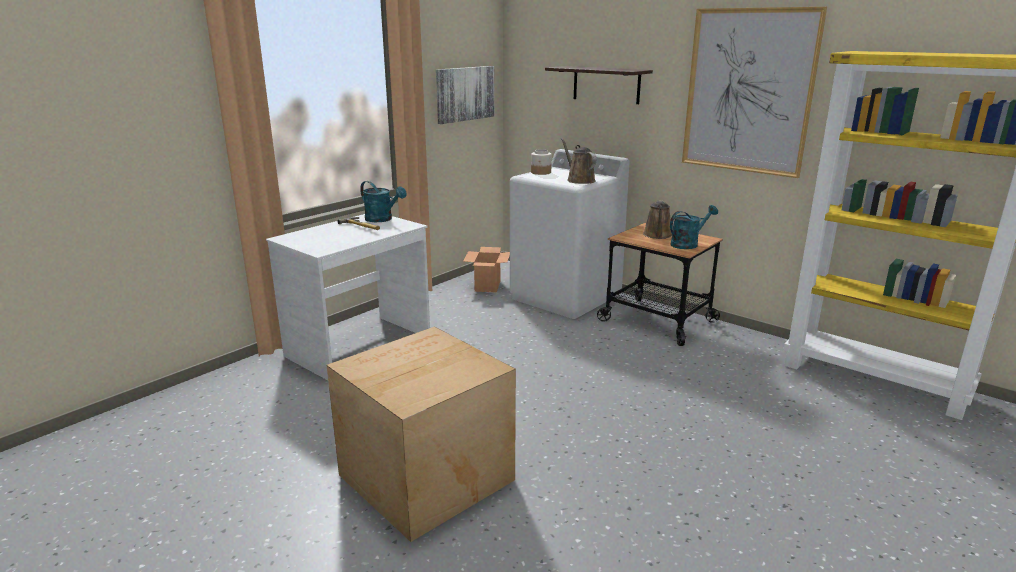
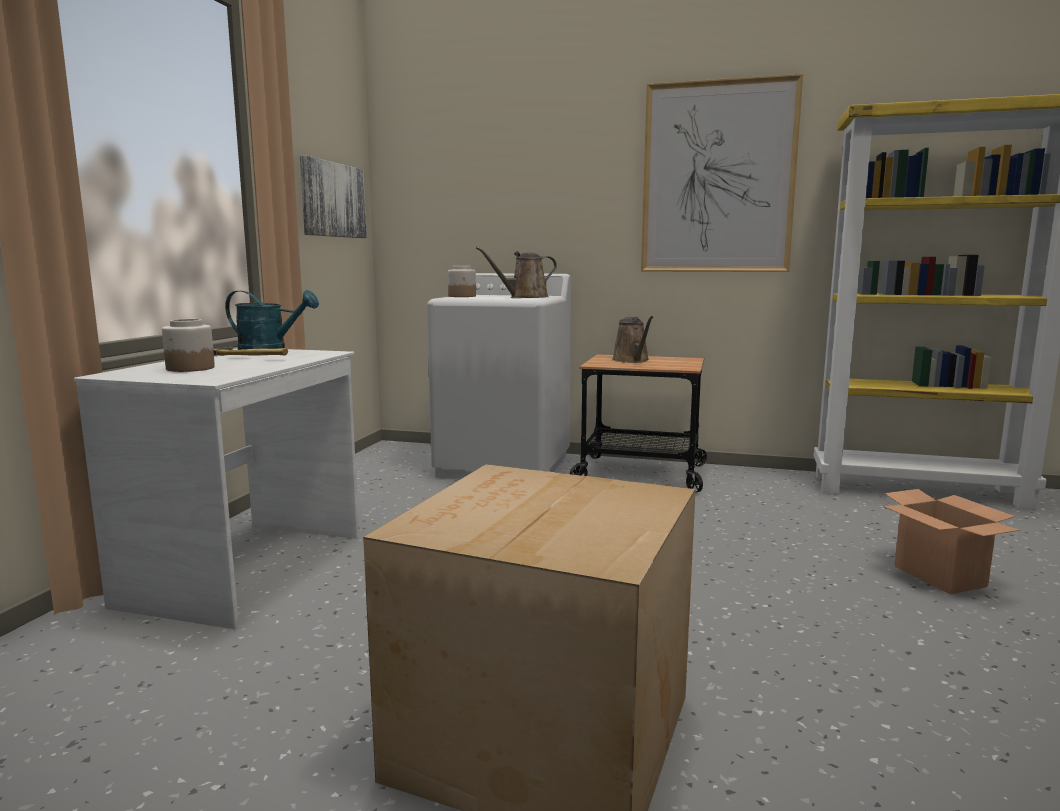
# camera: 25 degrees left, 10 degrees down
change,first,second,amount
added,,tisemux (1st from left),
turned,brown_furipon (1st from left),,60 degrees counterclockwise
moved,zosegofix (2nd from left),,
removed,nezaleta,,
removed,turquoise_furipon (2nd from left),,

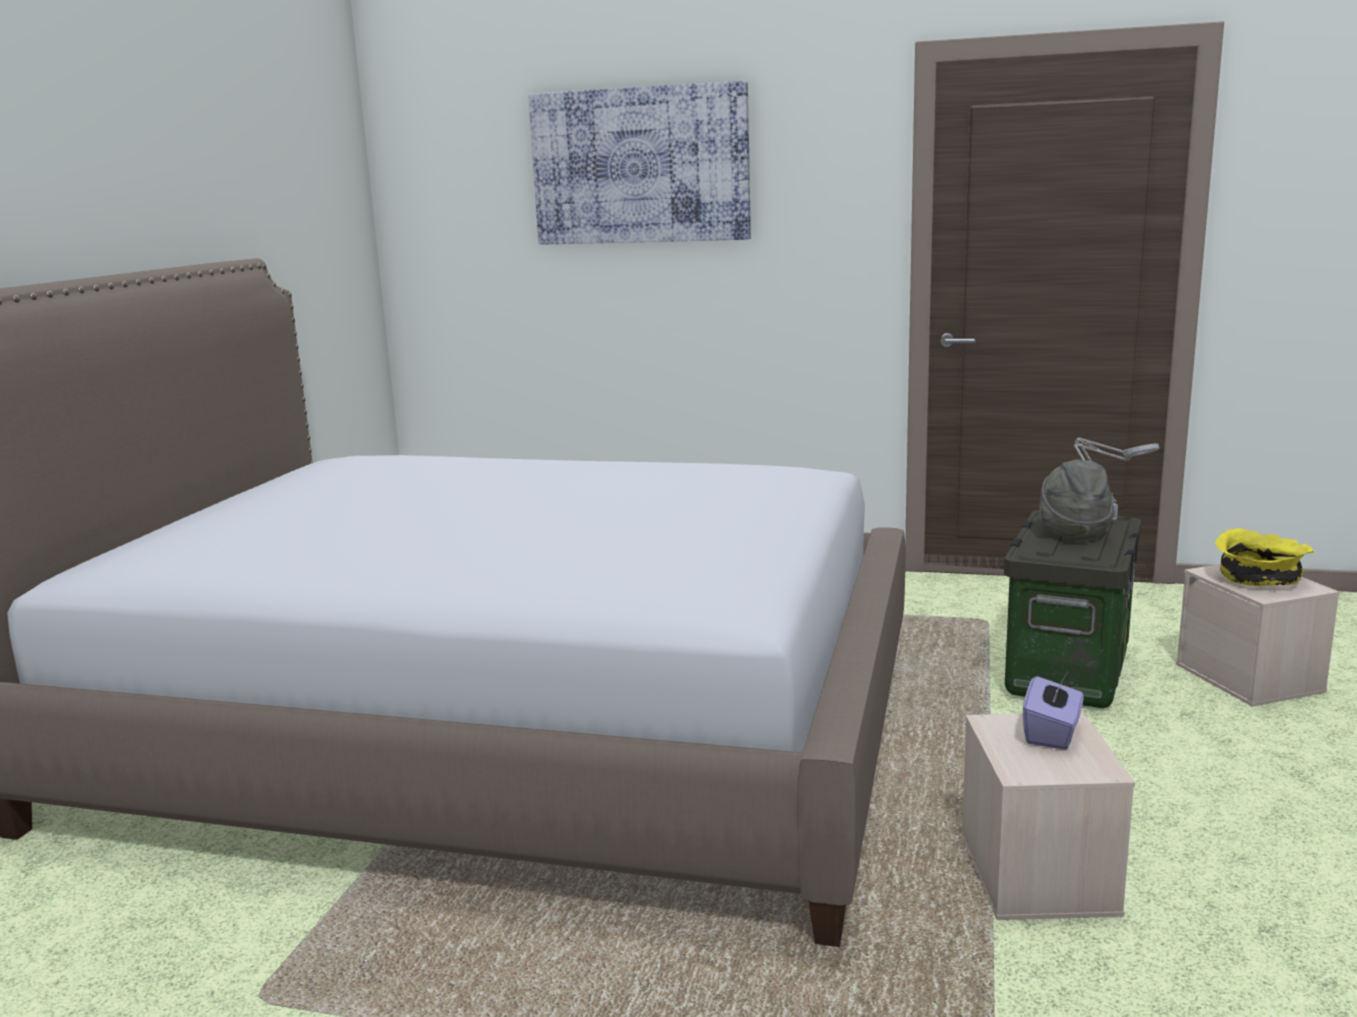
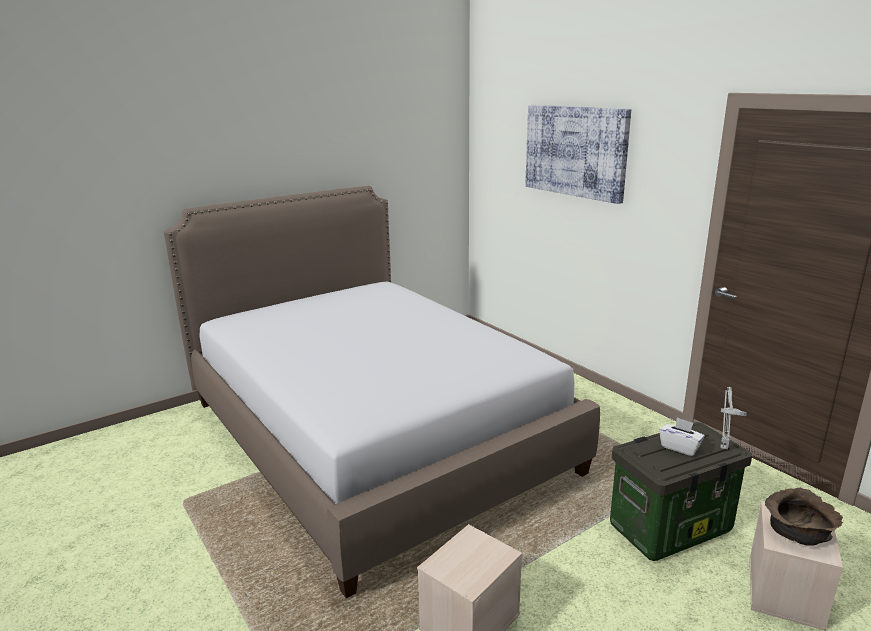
# camera: 40 degrees right, 5 degrees up
change,first,second,amount
replaced,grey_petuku,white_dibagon,
recoloured,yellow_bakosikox,brown_bakosikox,
removed,purple_dibagon,,

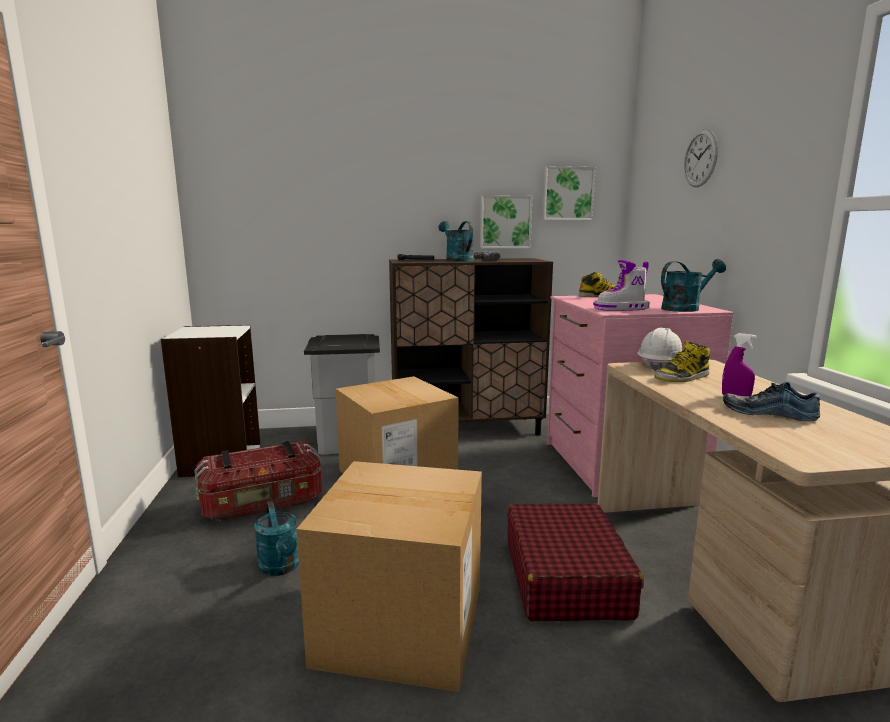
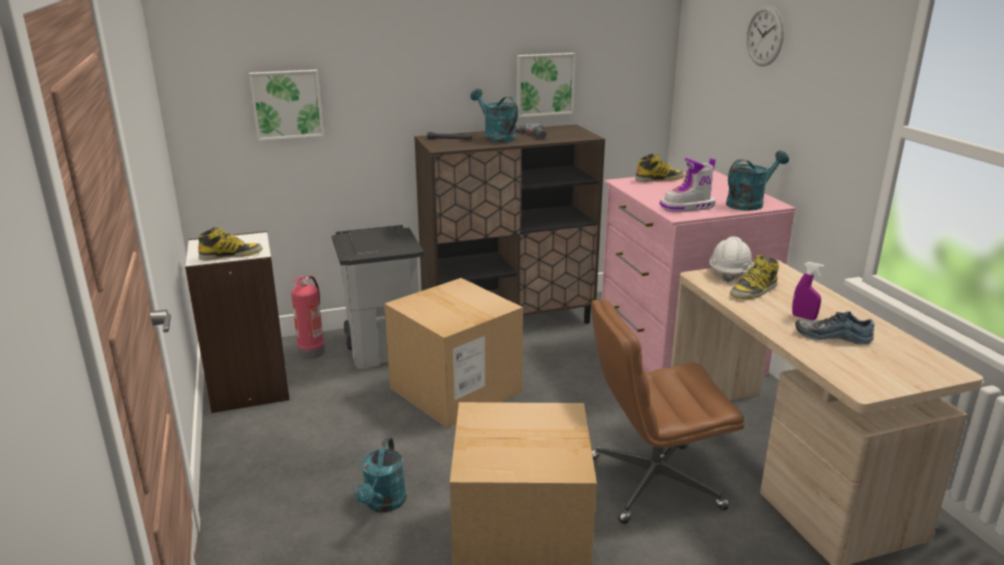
# camera: 10 degrees left, 10 degrees up
change,first,second,amount
added,,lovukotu (1st from left),
moved,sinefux (2nd from left in the first image),sinefux (1st from left),
added,,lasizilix,
turned,turquoise_furipon (1st from left),,45 degrees clockwise
replaced,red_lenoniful,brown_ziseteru,
removed,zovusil,,

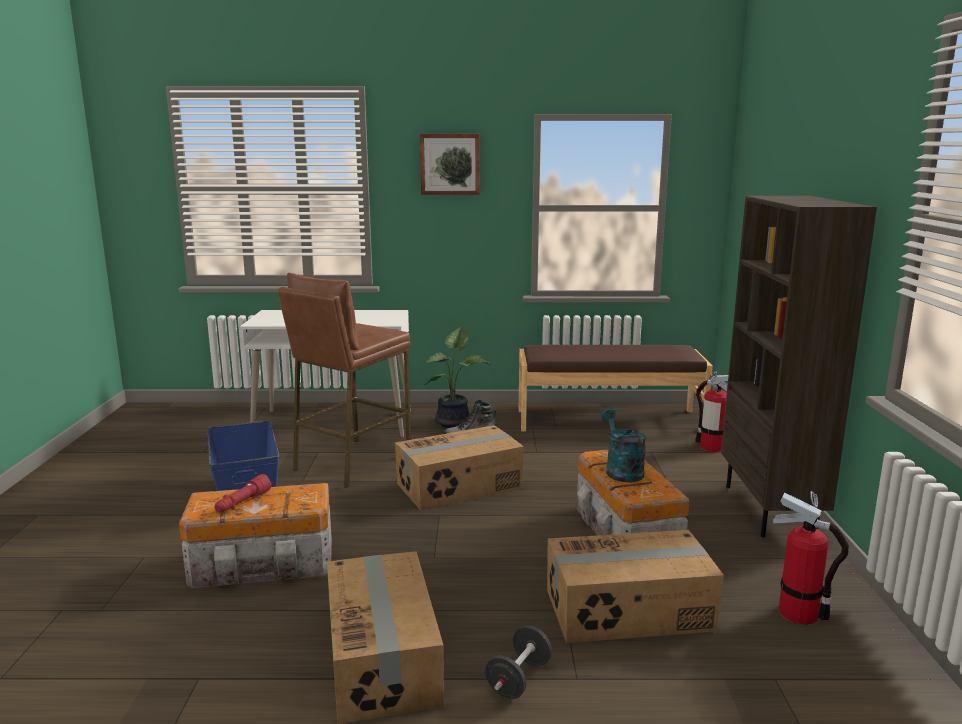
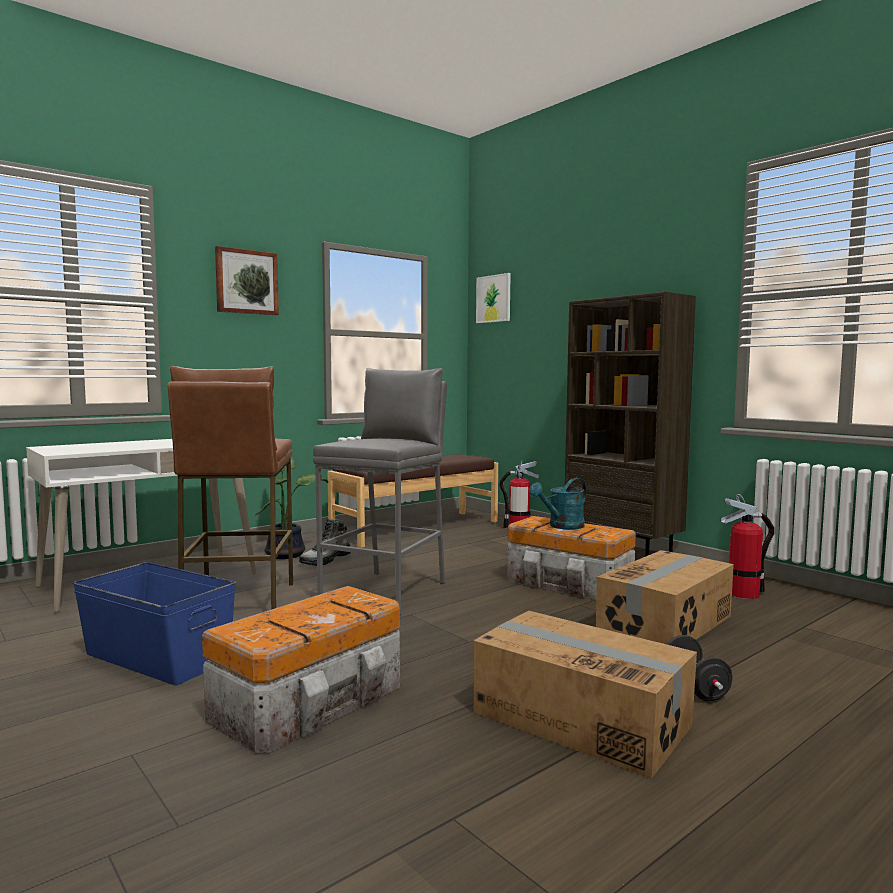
# camera: 40 degrees left, 10 degrees down
change,first,second,amount
replaced,zosegofix (2nd from left),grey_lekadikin,
added,,sinefux (2nd from left),
turned,turquoise_furipon,,75 degrees counterclockwise
removed,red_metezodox,,

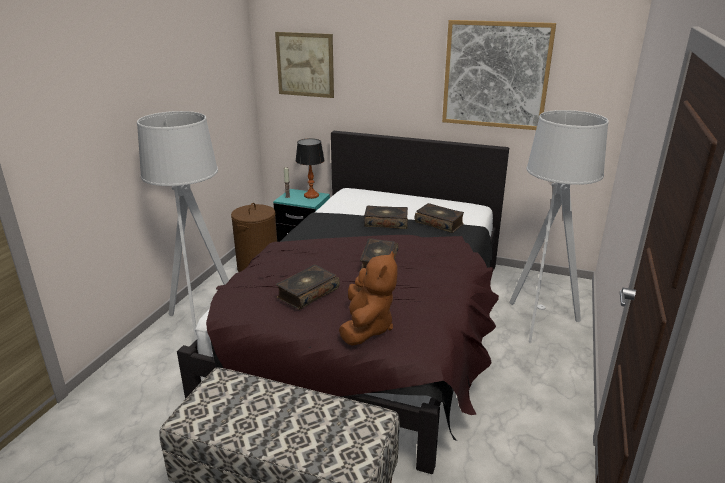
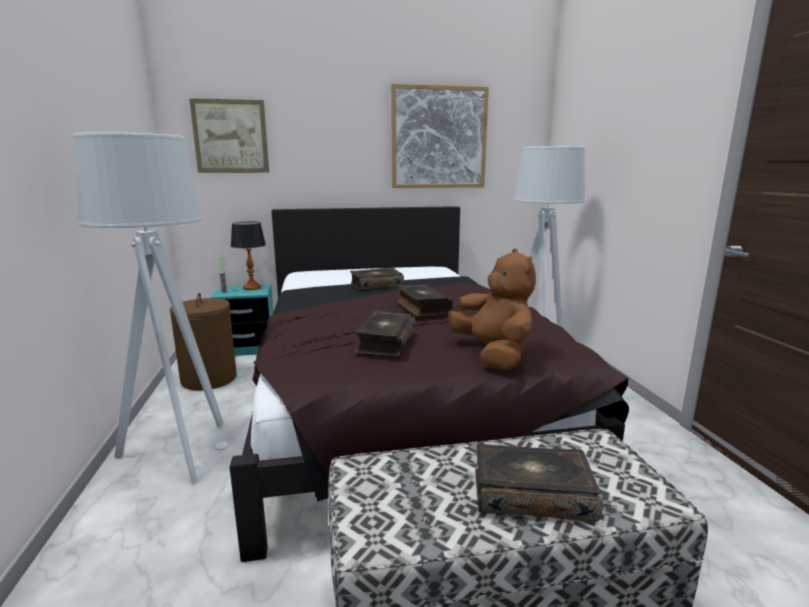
# camera: 30 degrees left, 10 degrees down
change,first,second,amount
moved,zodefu (4th from left),,

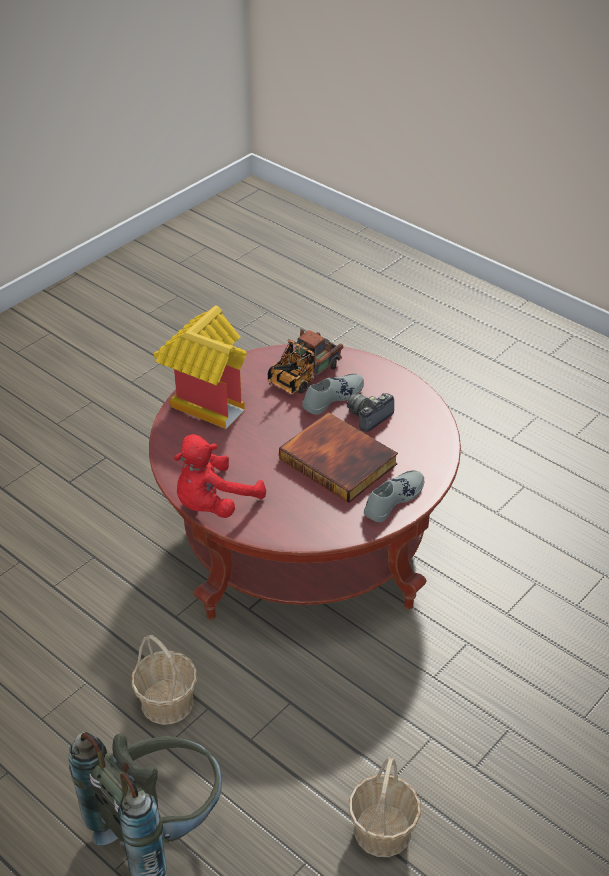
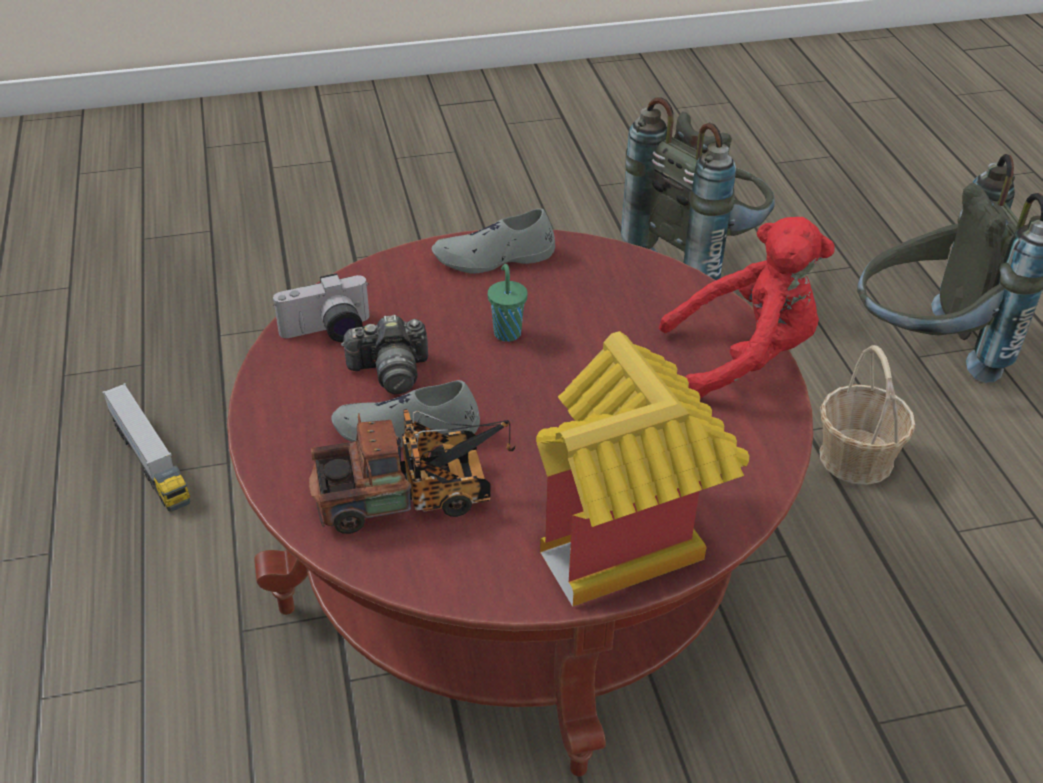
# camera: 145 degrees left, 0 degrees up
change,first,second,amount
added,,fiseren (1st from left),
added,,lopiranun (1st from left),
replaced,zodefu,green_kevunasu,
replaced,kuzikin (2nd from left),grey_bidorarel (1st from left),

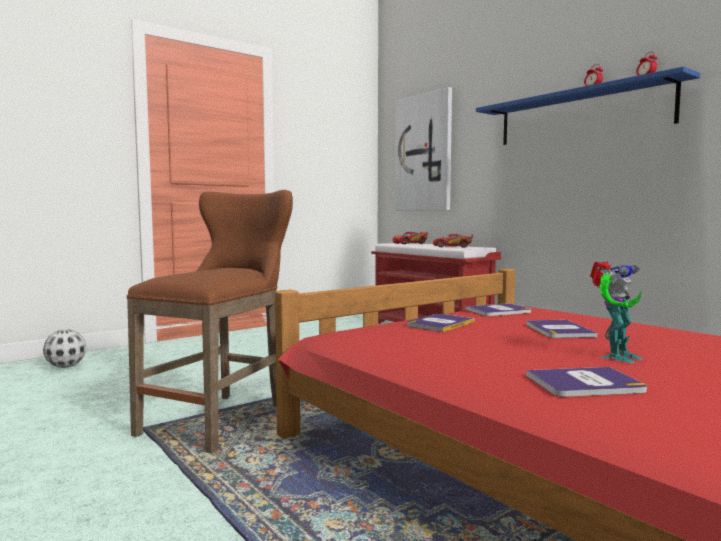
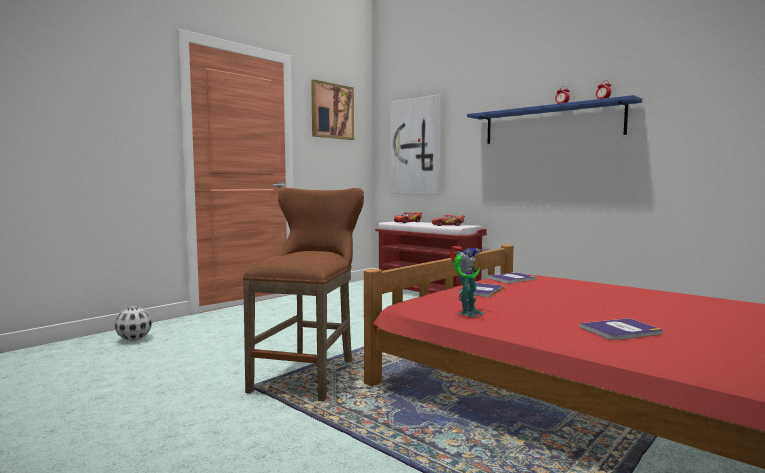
# camera: 10 degrees left, 0 degrees up
change,first,second,amount
added,,sinefux (1st from left),
moved,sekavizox,,
removed,zodefu (3rd from left),,

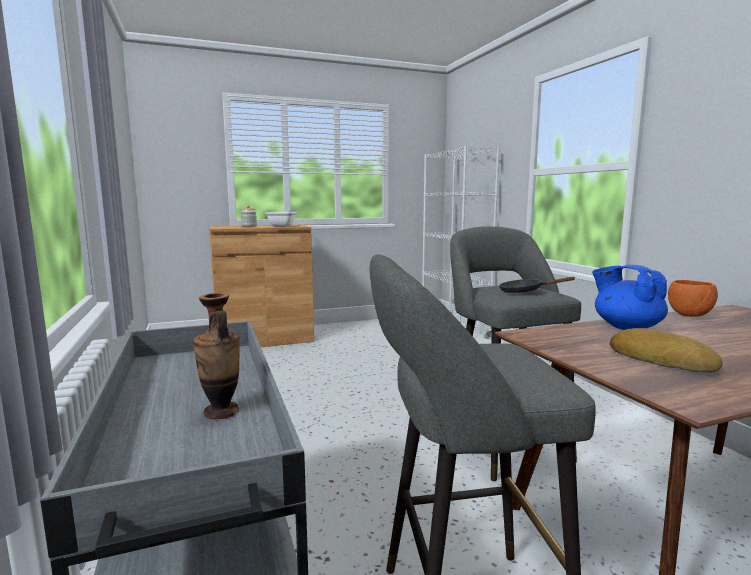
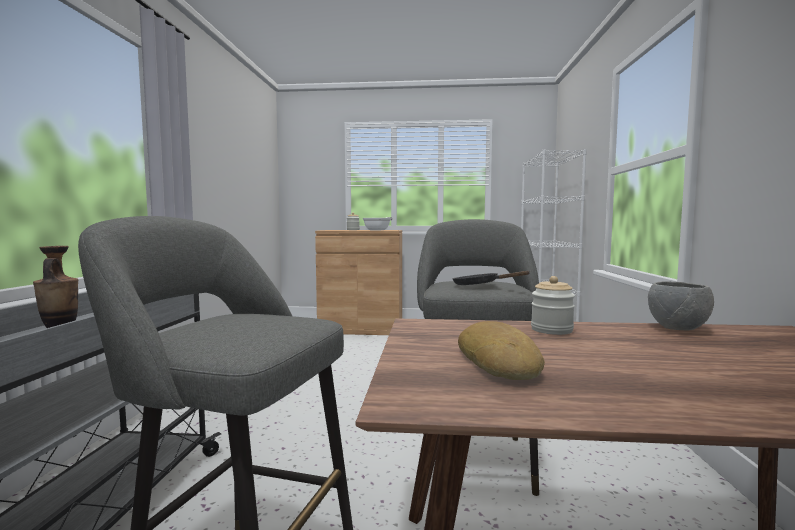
# camera: 25 degrees right, 5 degrees down
change,first,second,amount
replaced,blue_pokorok,tisemux (2nd from left),
recoloured,orange_bakosikox,grey_bakosikox,

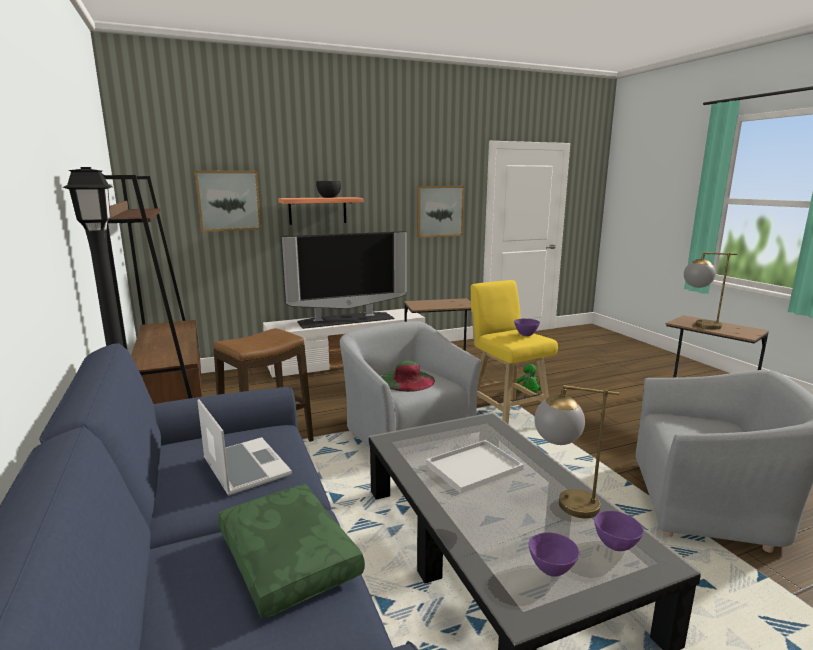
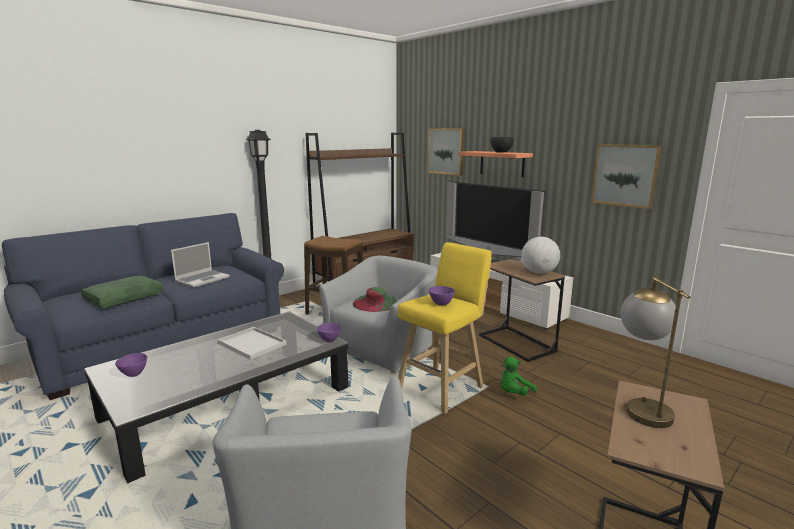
# camera: 70 degrees right, 0 degrees up
change,first,second,amount
moved,purple_bakosikox (3rd from left in the first image),purple_bakosikox (2nd from left),
added,,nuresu,
removed,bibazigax (1st from left),,

